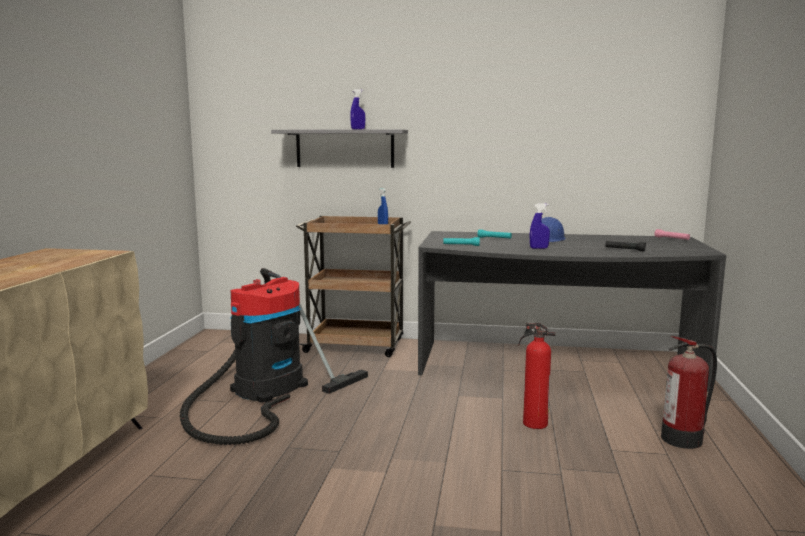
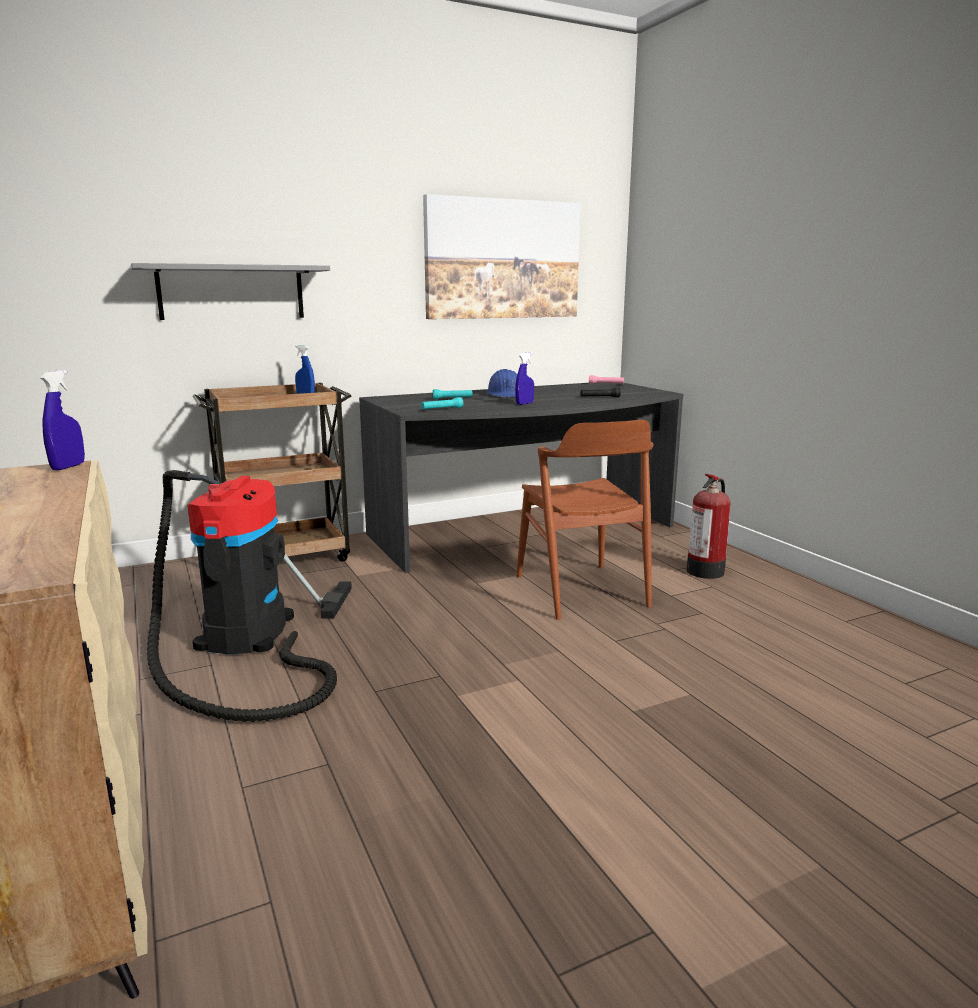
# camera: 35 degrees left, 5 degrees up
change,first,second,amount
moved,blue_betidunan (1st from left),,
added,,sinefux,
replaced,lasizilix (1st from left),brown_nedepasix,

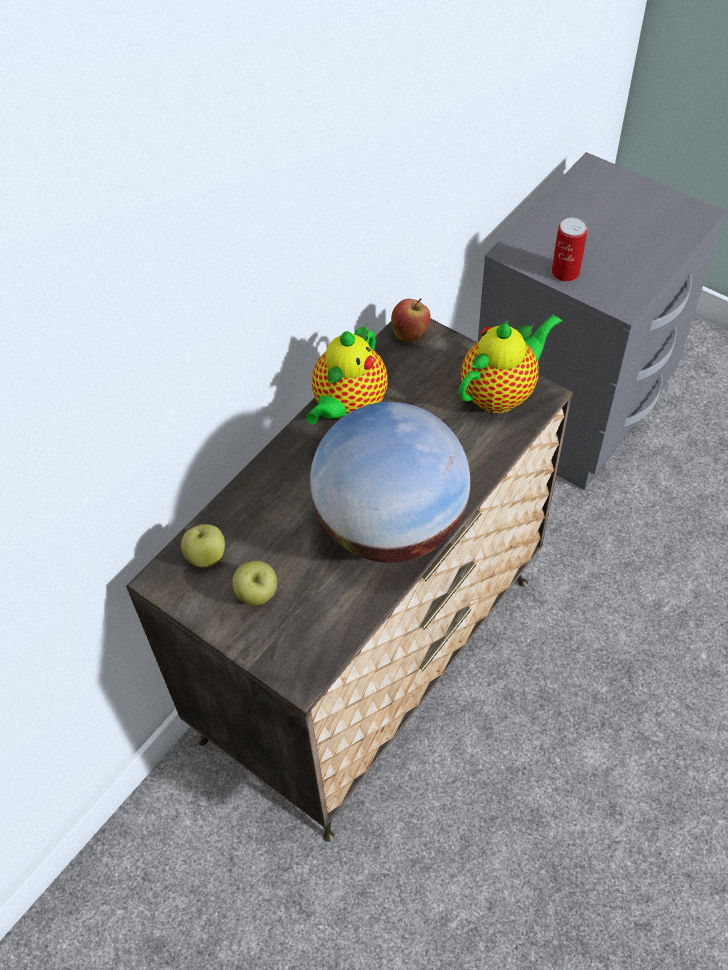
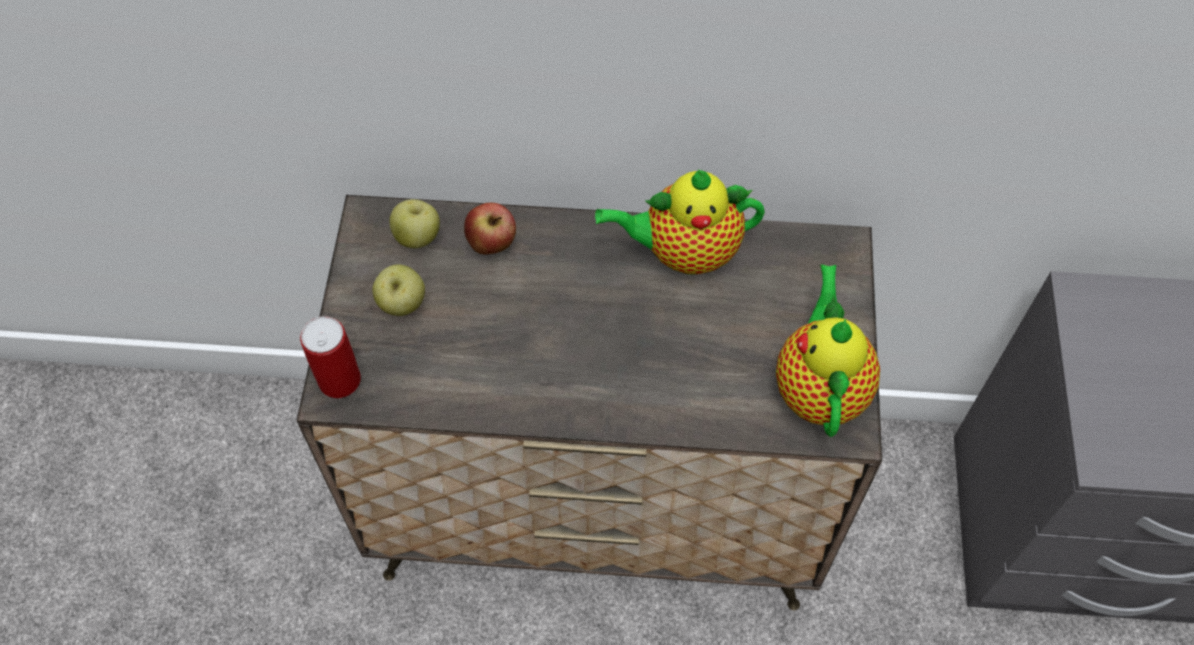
# camera: 55 degrees right, 5 degrees up
change,first,second,amount
moved,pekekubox,,
moved,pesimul (3rd from left),,
turned,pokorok (2nd from left),,105 degrees counterclockwise
removed,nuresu,,

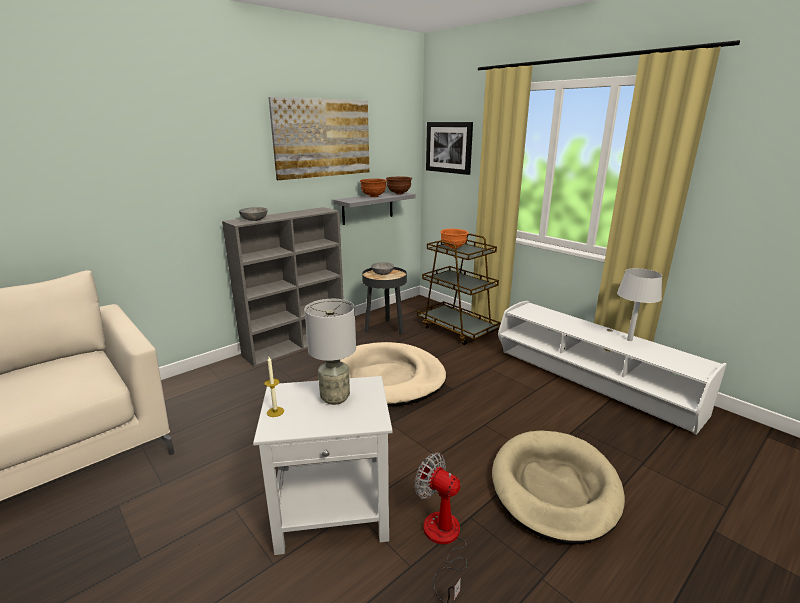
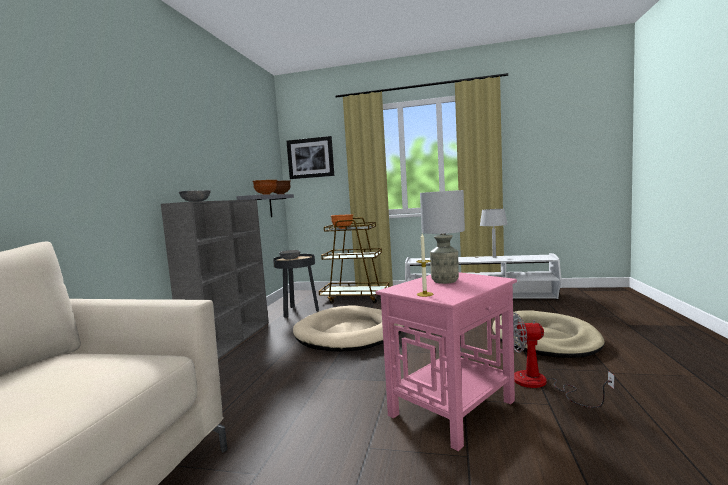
# camera: 35 degrees left, 15 degrees down
change,first,second,amount
recoloured,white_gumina,pink_gumina,
removed,sinefux (1st from left),,

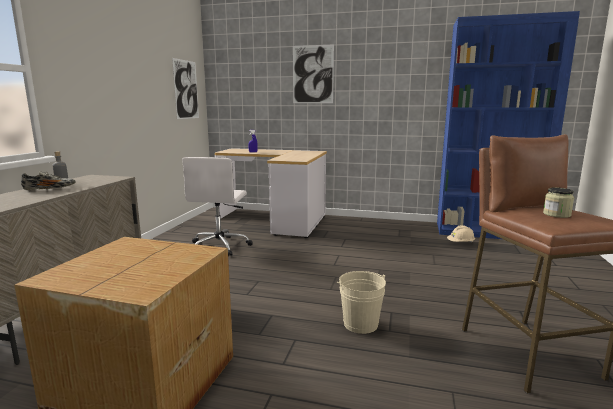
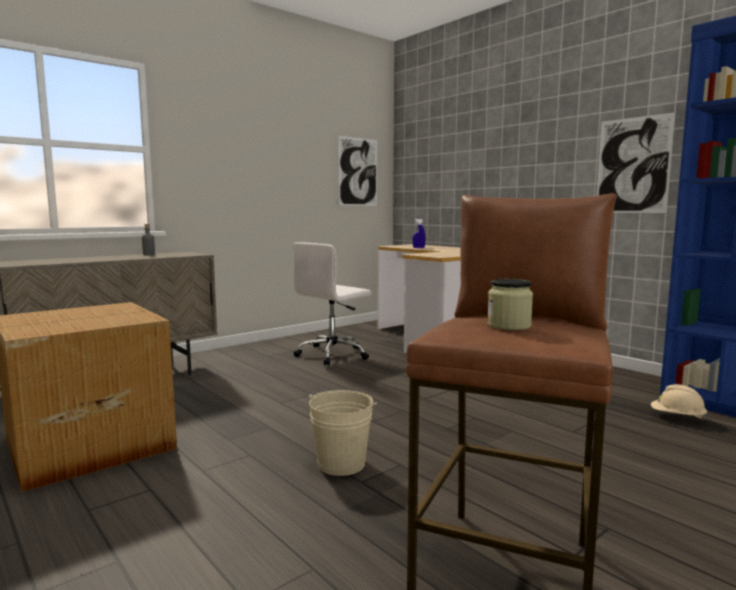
# camera: 35 degrees right, 5 degrees down
change,first,second,amount
moved,sinefux (2nd from left),,
removed,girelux,,

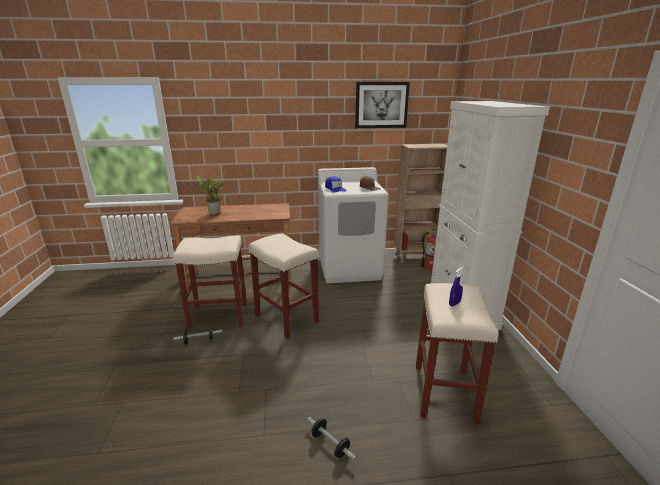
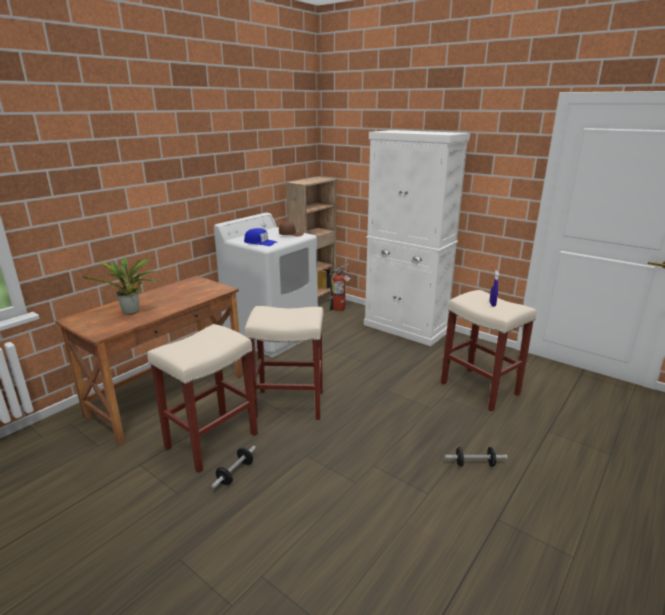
# camera: 45 degrees left, 0 degrees up
change,first,second,amount
removed,sinefux,,

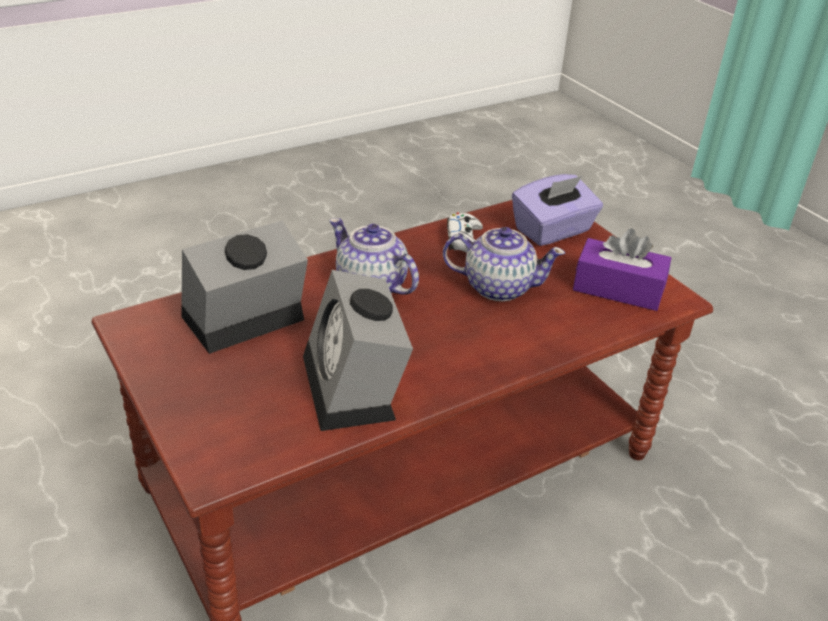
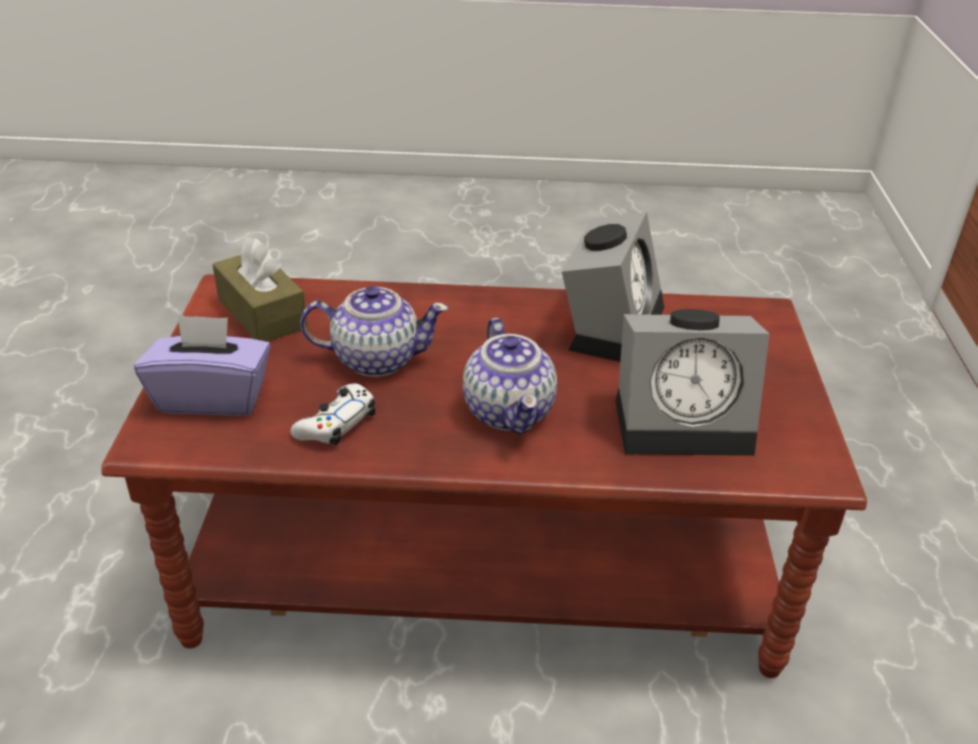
# camera: 145 degrees left, 0 degrees up
change,first,second,amount
recoloured,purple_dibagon (2nd from left),brown_dibagon,
turned,pokorok (2nd from left in the first image),pokorok (1st from left),135 degrees clockwise

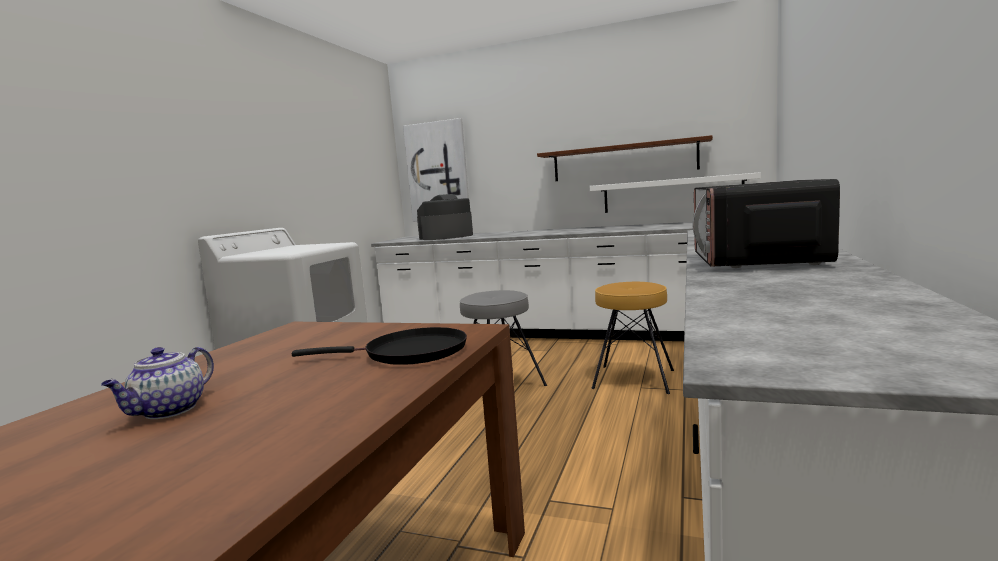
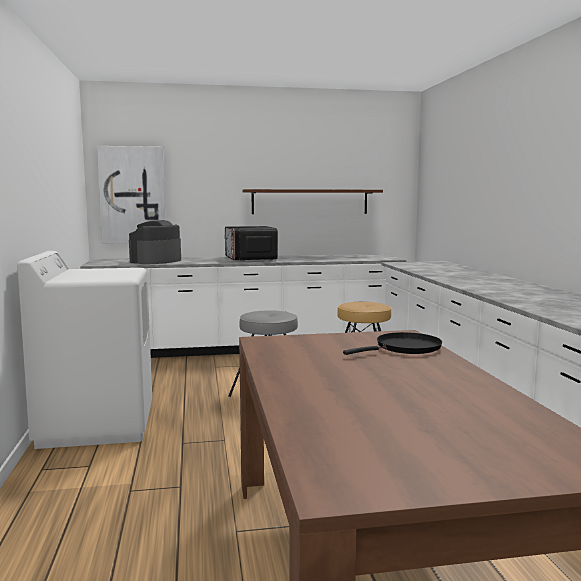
# camera: 30 degrees left, 0 degrees up
change,first,second,amount
moved,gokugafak,,
removed,pokorok,,
removed,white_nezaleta,,

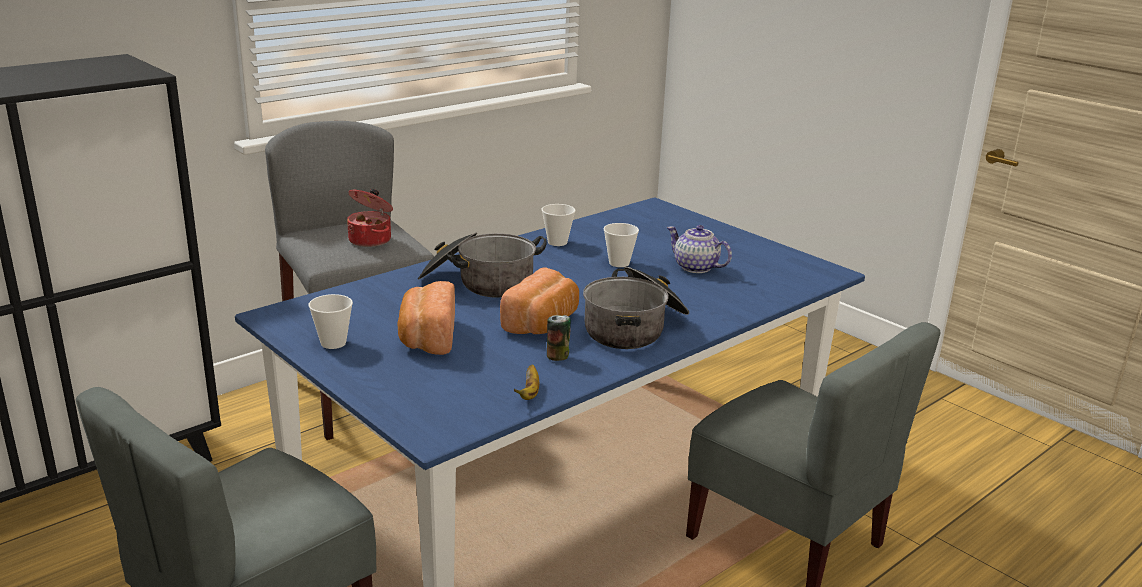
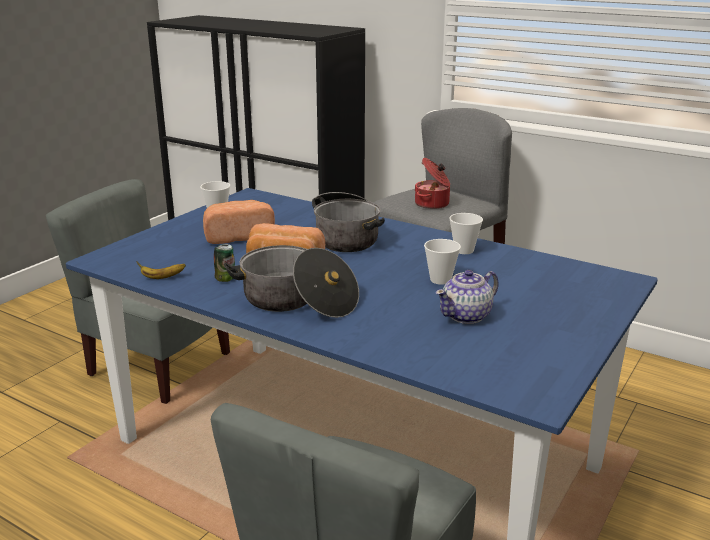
# camera: 75 degrees right, 0 degrees up
change,first,second,amount
turned,pokorok,,150 degrees counterclockwise

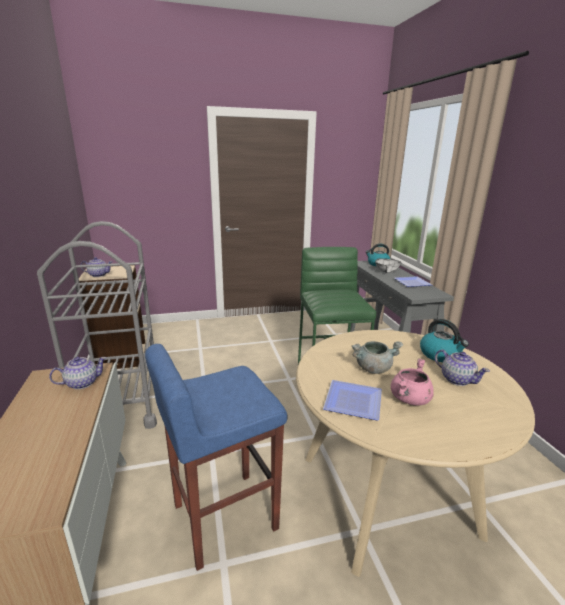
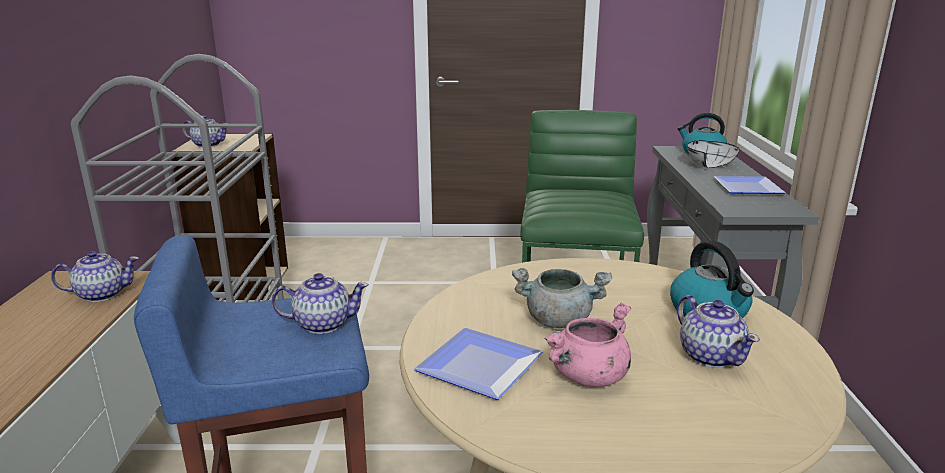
# camera: 15 degrees right, 0 degrees up
change,first,second,amount
added,,pokorok (3rd from left),

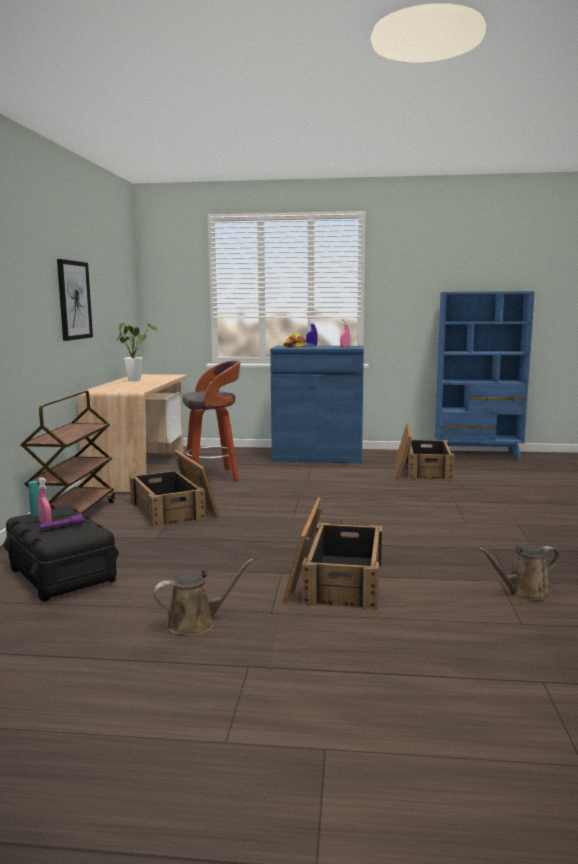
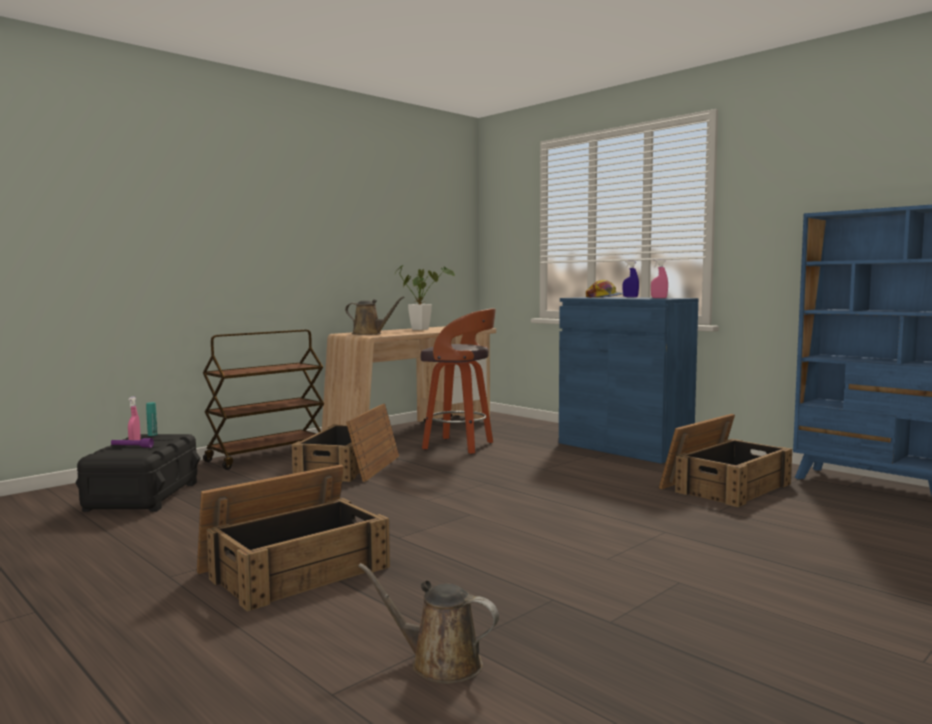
# camera: 40 degrees right, 5 degrees down
change,first,second,amount
moved,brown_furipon (1st from left),,
removed,sinefux,,

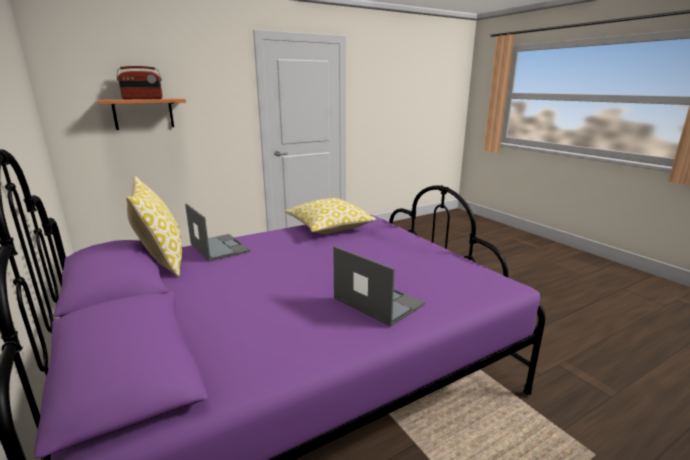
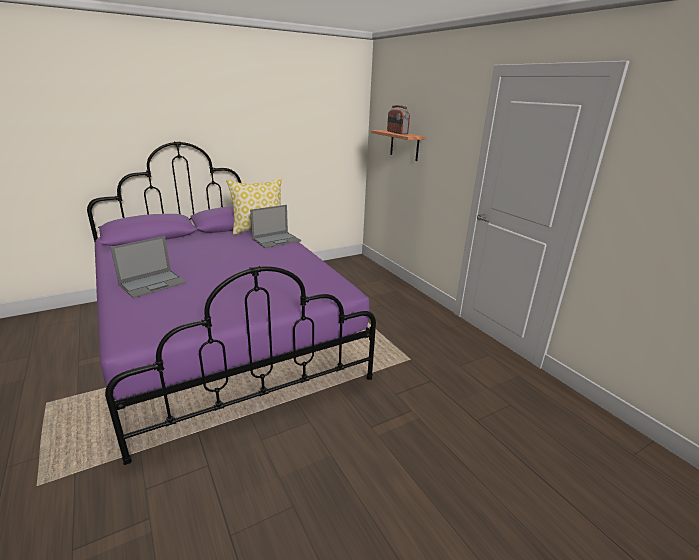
# camera: 90 degrees right, 5 degrees up
change,first,second,amount
removed,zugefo (2nd from left),,

